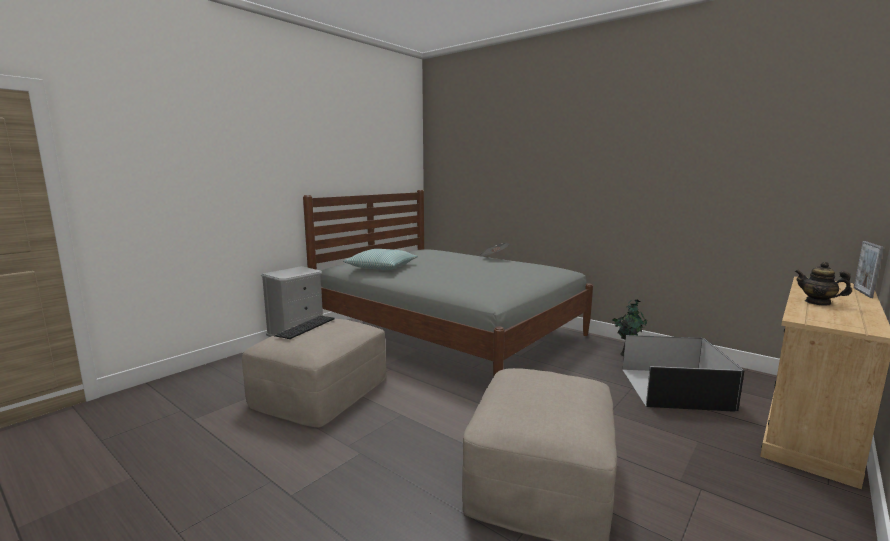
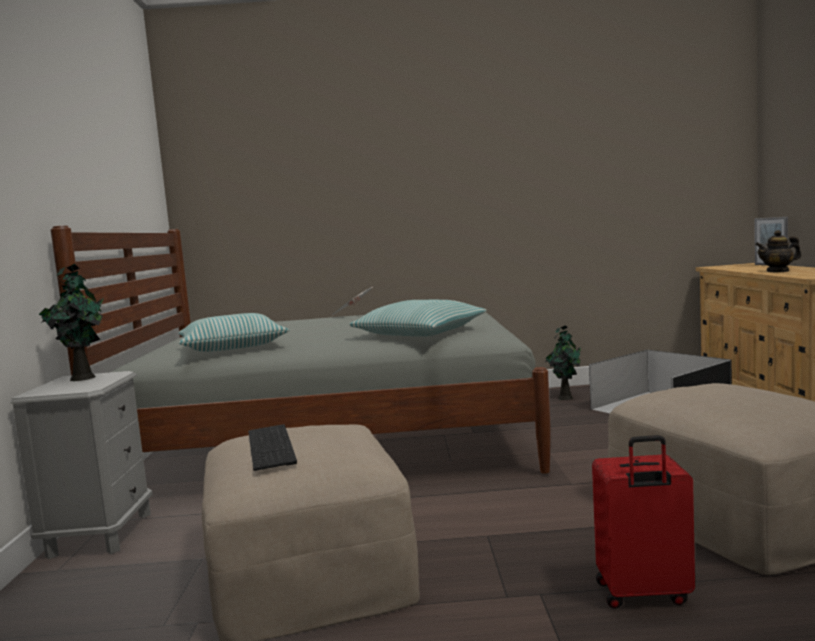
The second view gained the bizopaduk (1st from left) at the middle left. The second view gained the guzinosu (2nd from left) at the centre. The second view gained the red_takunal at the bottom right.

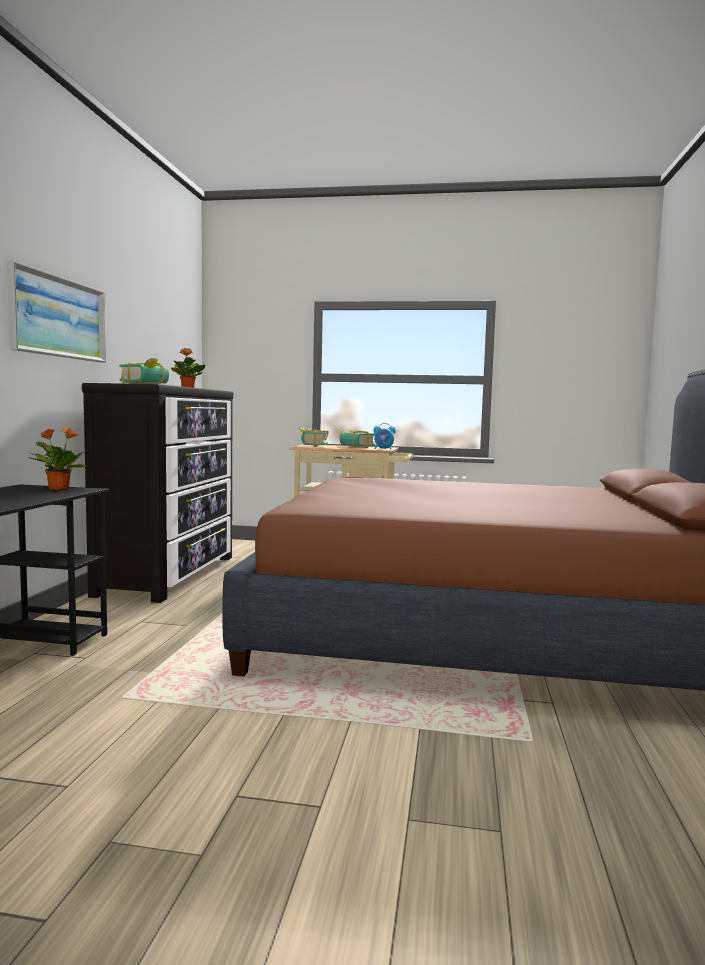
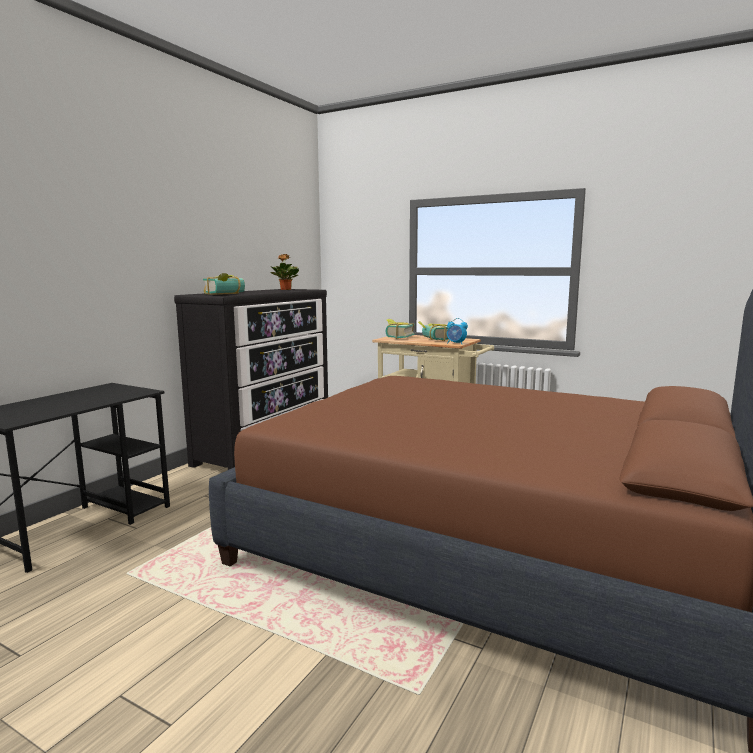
The second view lost the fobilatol at the top left. The second view lost the bizopaduk (1st from left) at the middle left.

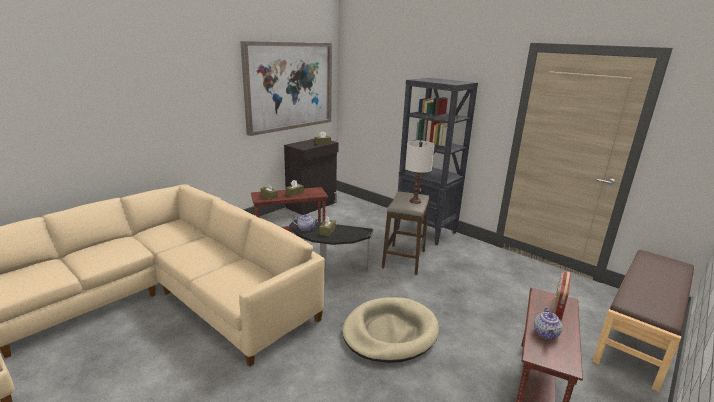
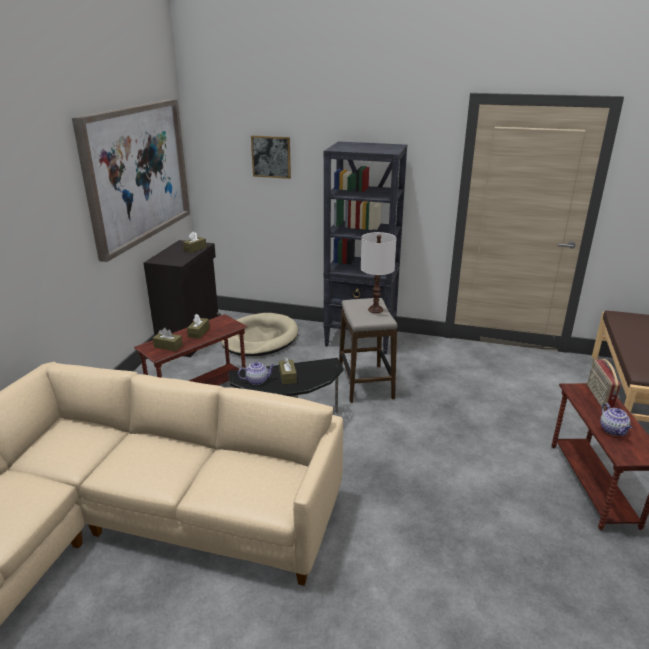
The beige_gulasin ended up elsewhere, having gone from the bottom centre to the centre. The second view gained the fobilatol (2nd from left) at the top centre.

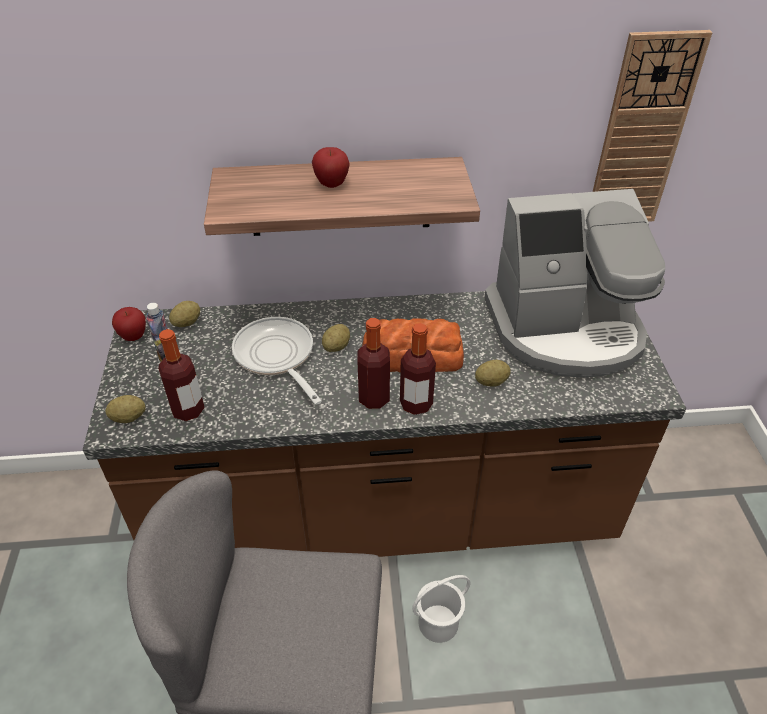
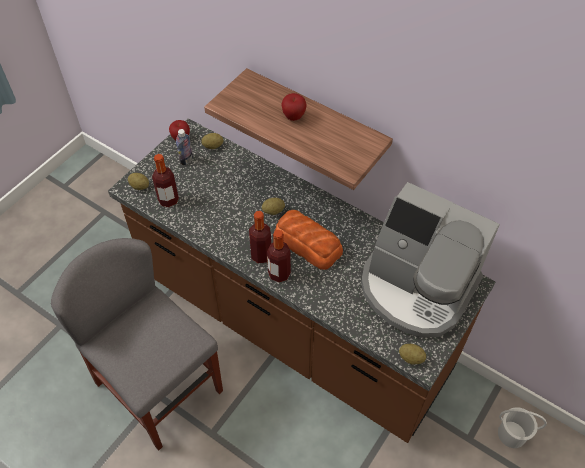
The second view lost the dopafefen at the centre. The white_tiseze ended up elsewhere, having gone from the bottom centre to the bottom right. The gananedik (4th from left) ended up elsewhere, having gone from the centre to the bottom right. The second view lost the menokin at the top right.

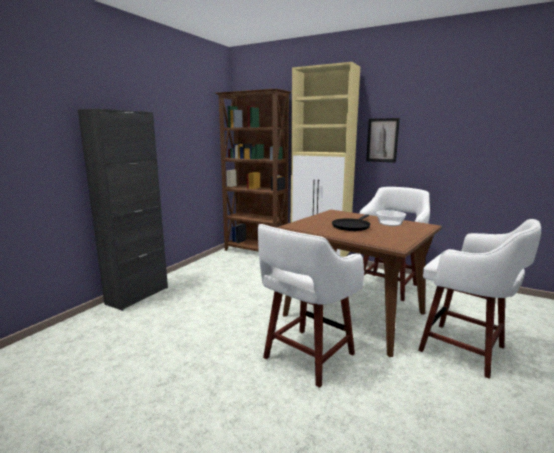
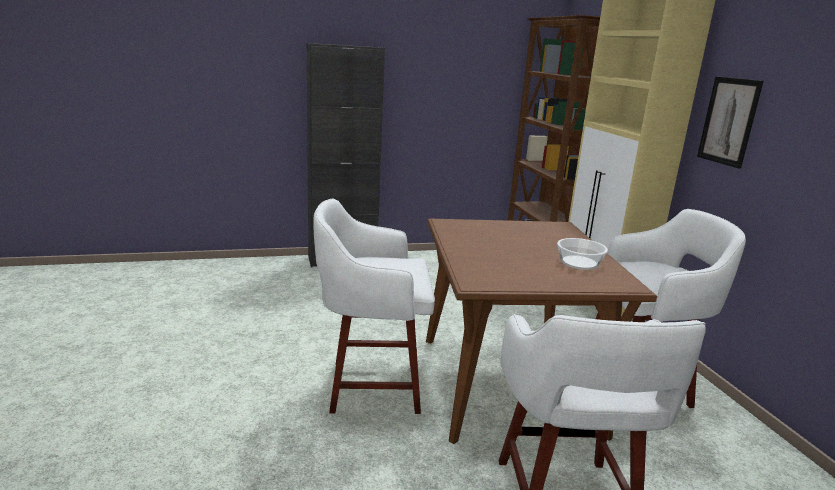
The second view lost the black_dopafefen at the centre.

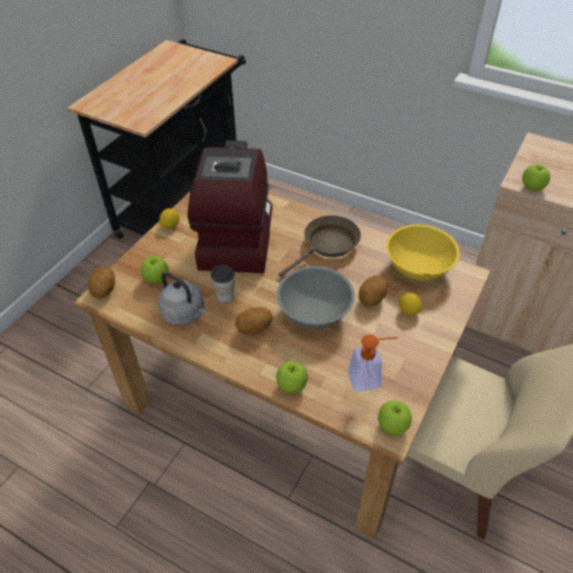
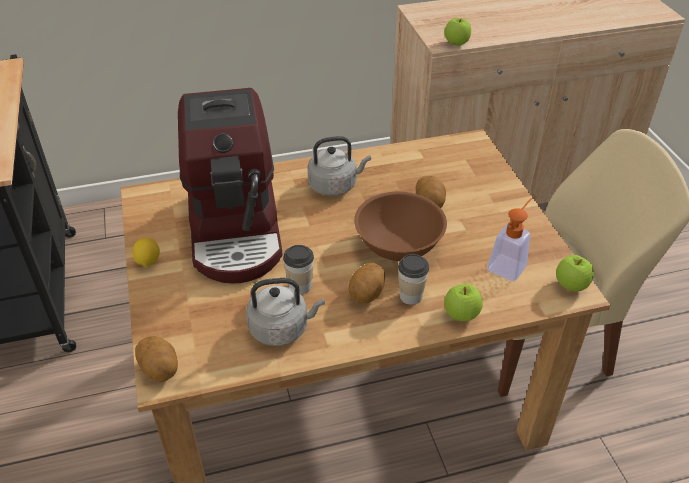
The second view lost the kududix (1st from left) at the middle left. The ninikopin at the centre ended up facing another way, 150 degrees counterclockwise from before. What was the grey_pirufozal at the centre turned into the brown_pirufozal at the centre. Where the brown_dopafefen stood at the centre, the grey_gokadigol (2nd from left) came to stand at the centre. The second view lost the yellow_pirufozal at the middle right. The second view lost the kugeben (2nd from left) at the middle right. The second view gained the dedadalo (2nd from left) at the centre.

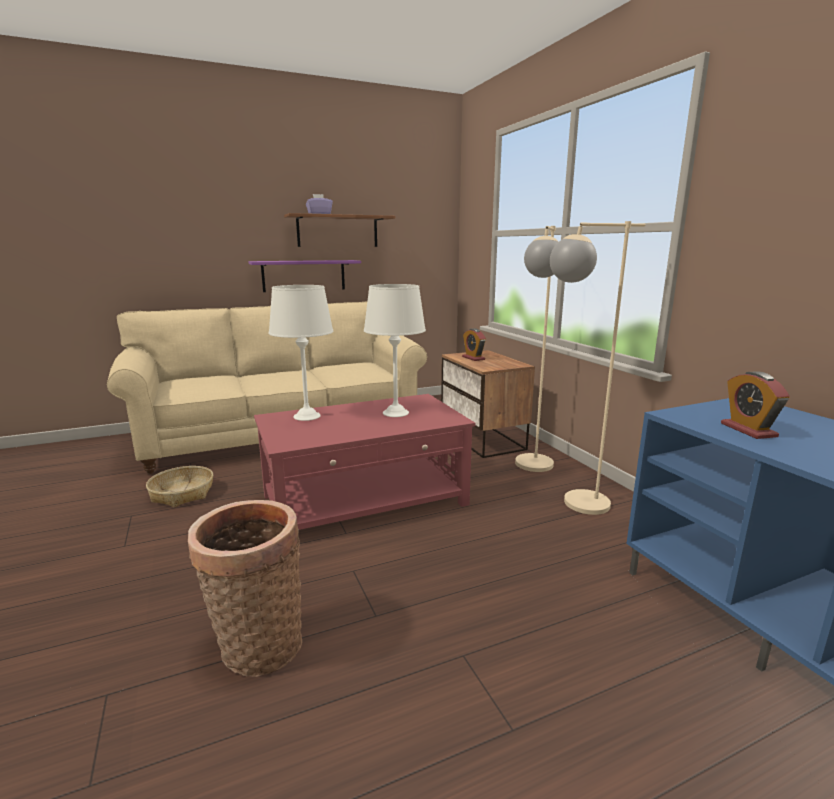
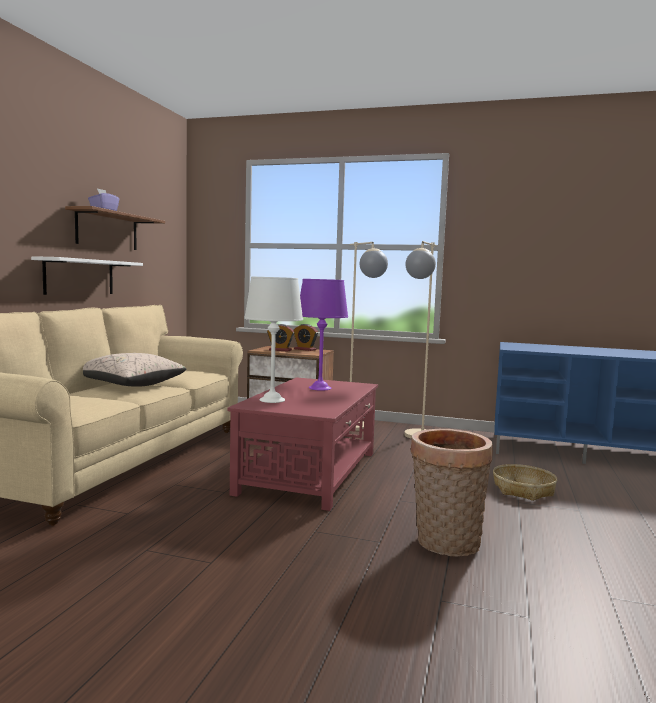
The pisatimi (1st from left in the first image) ended up elsewhere, having gone from the middle left to the bottom right. What was the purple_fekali at the centre turned into the white_fekali at the middle left. What was the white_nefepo (2nd from left) at the centre turned into the purple_nefepo at the centre. The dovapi (2nd from left) ended up elsewhere, having gone from the middle right to the centre. The second view gained the beige_guzinosu at the middle left.

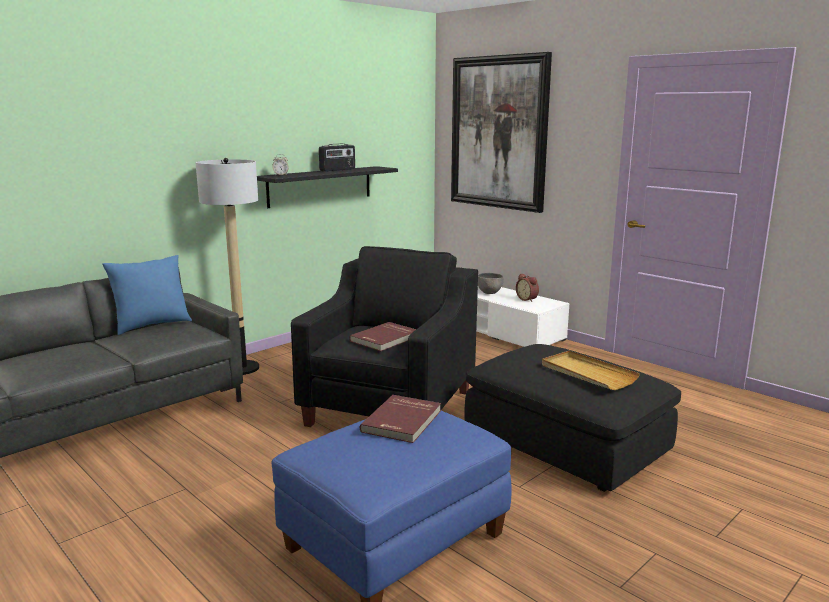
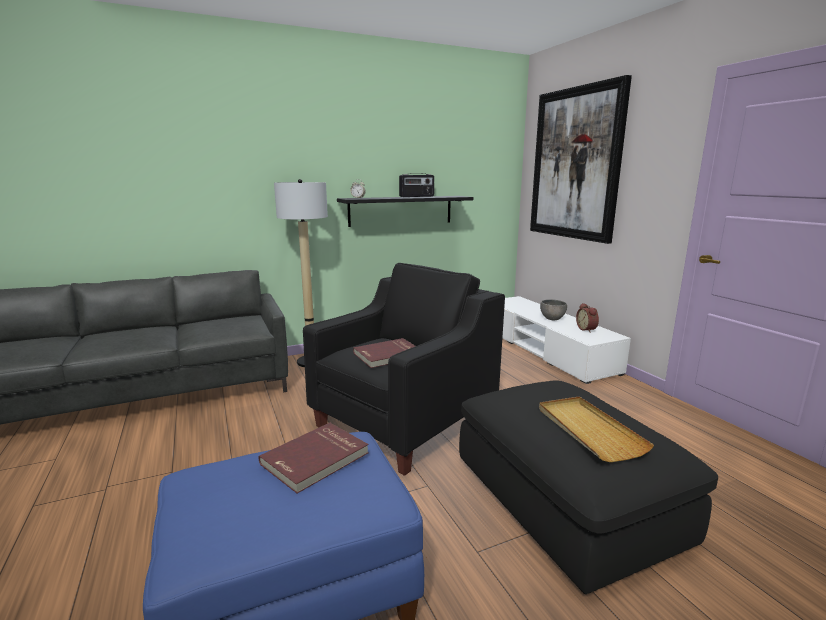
The second view lost the blue_guzinosu at the middle left.

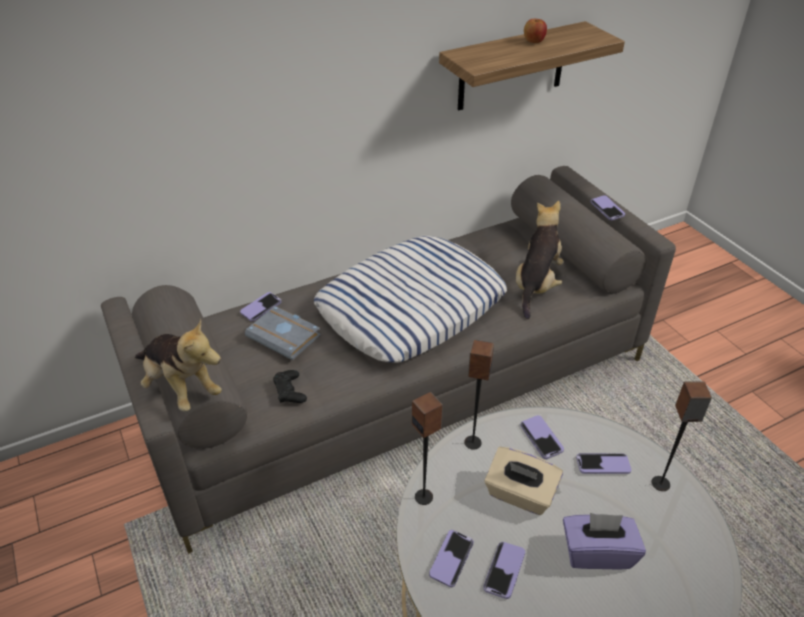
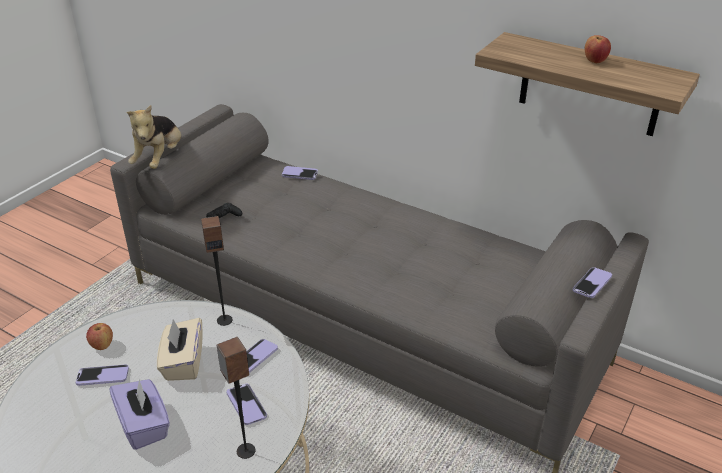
The second view lost the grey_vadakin at the centre. The second view lost the guzinosu at the centre. The second view lost the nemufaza (1st from left) at the bottom centre. Where the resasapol (2nd from left) stood at the bottom centre, the kududix (1st from left) came to stand at the bottom left. The second view lost the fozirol (2nd from left) at the middle right.

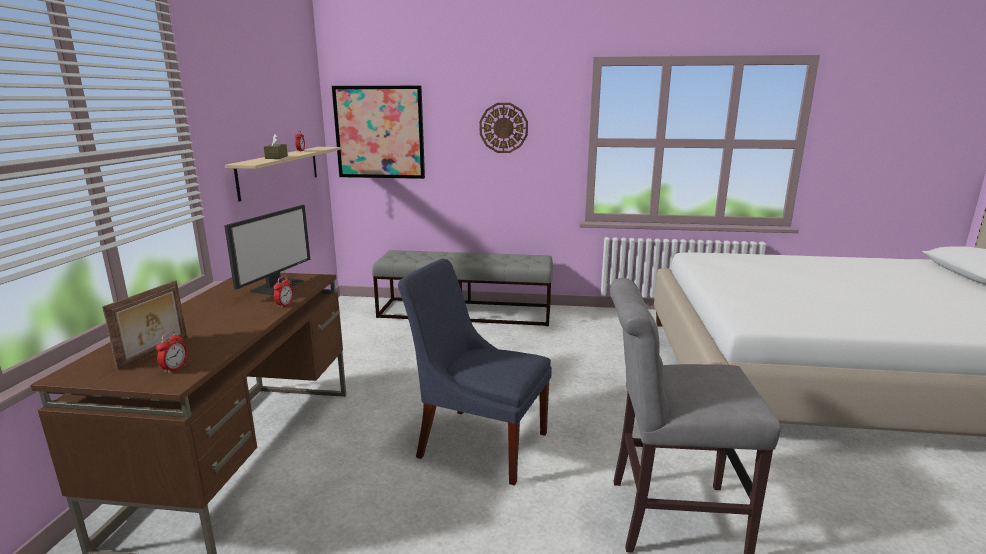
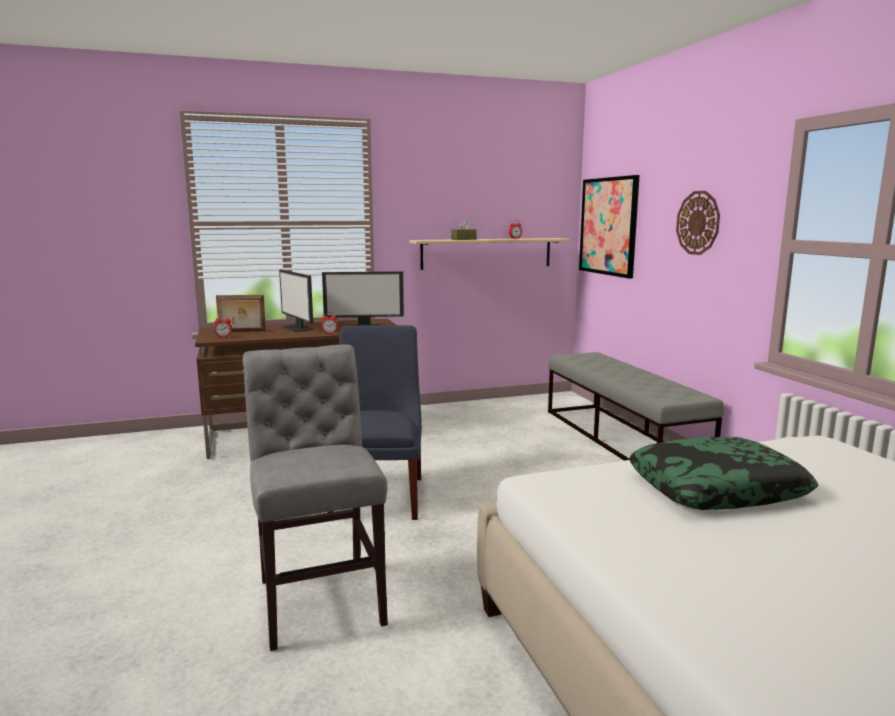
The second view gained the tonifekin (1st from left) at the middle left. The second view gained the guzinosu at the middle right.

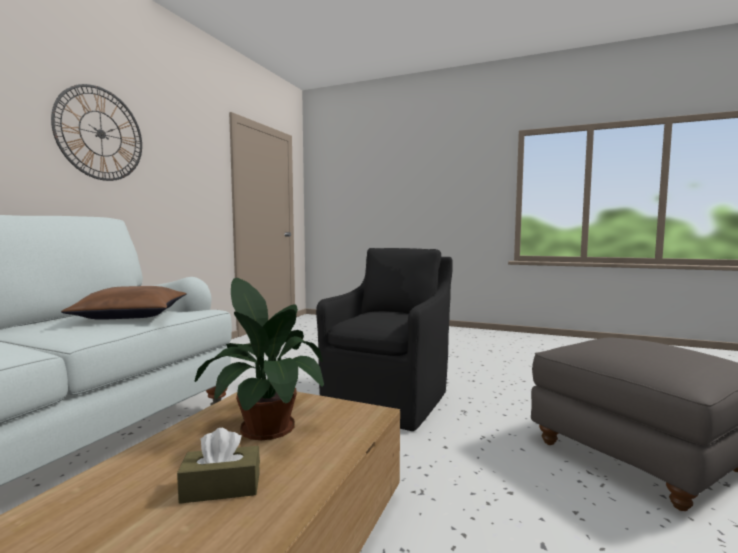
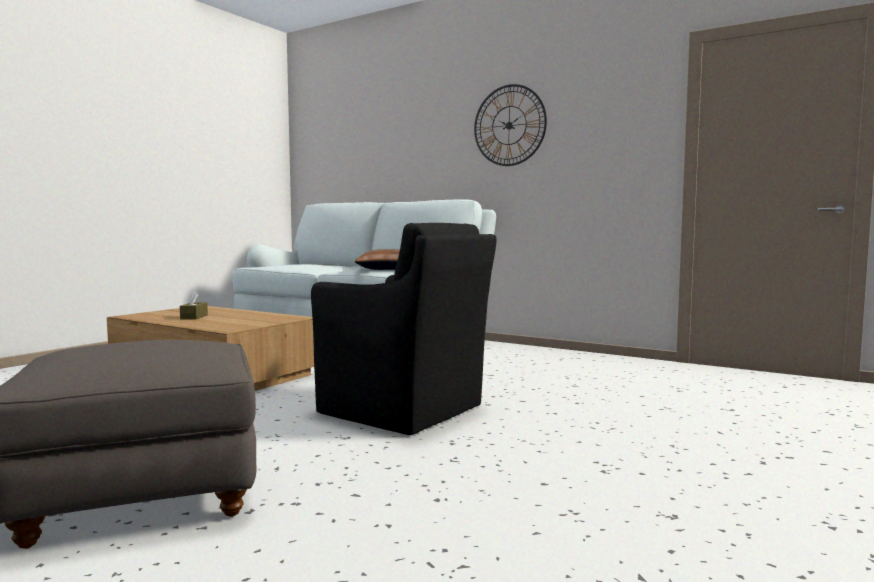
The second view lost the bizopaduk at the centre.

